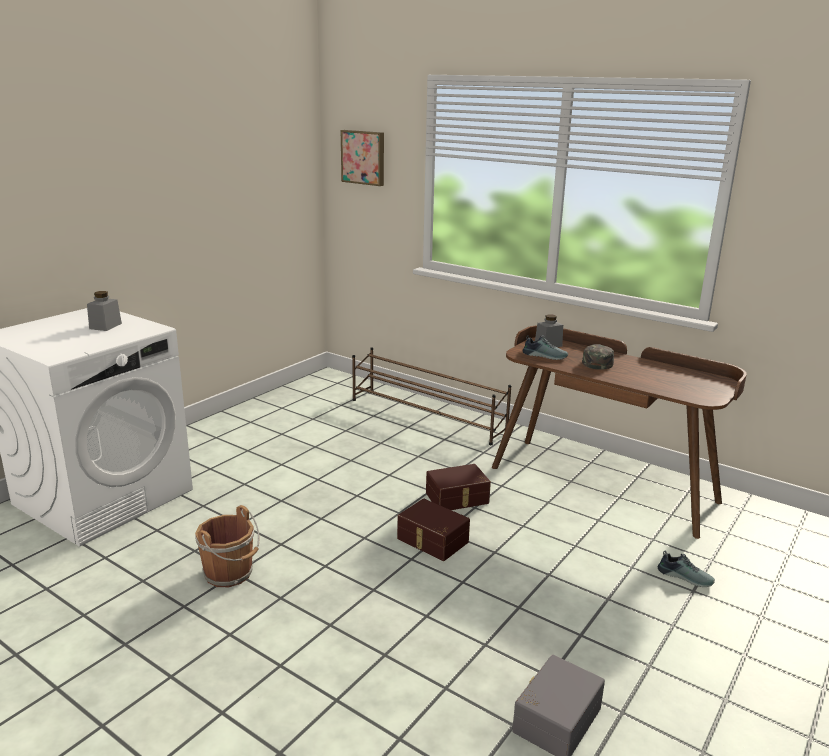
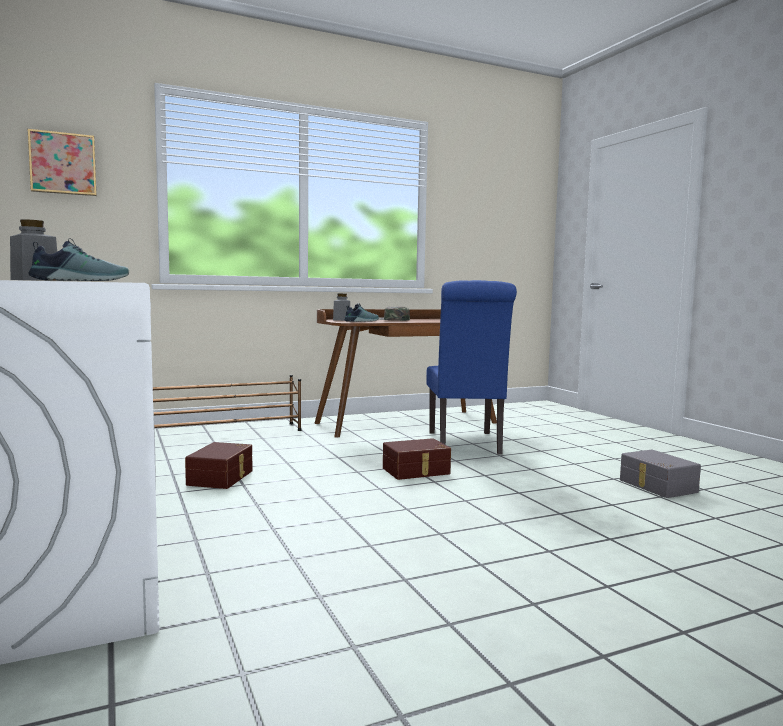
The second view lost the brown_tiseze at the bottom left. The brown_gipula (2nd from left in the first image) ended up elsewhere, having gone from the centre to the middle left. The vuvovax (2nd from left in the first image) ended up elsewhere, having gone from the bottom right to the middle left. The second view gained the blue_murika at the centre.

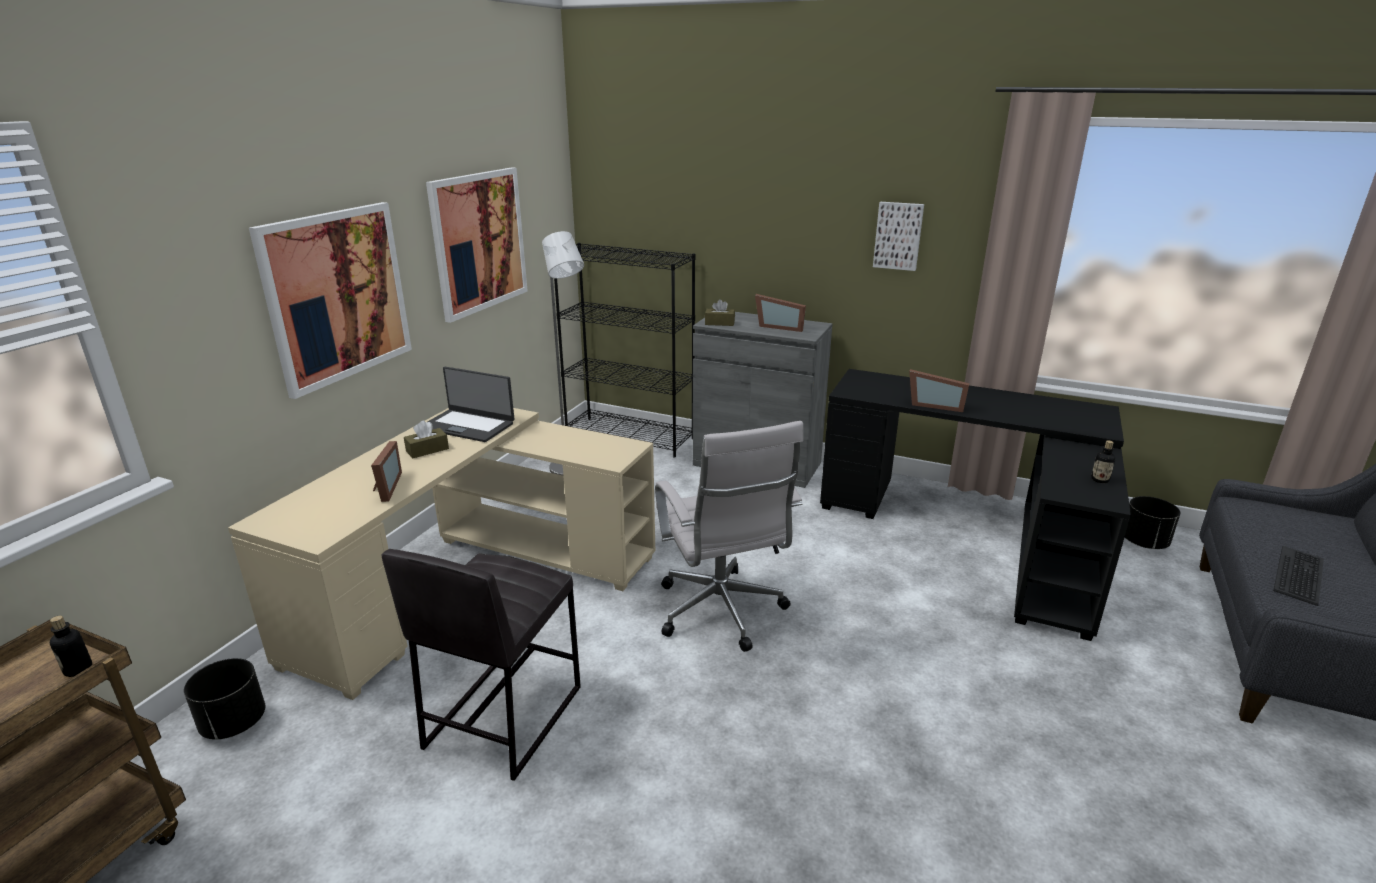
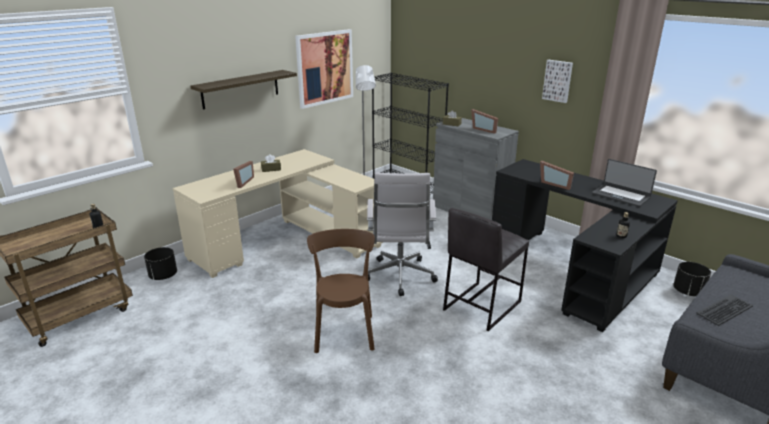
Where the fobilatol (1st from left) hung at the middle left, the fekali came to hang at the top left. The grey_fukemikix ended up elsewhere, having gone from the bottom centre to the centre. The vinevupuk ended up elsewhere, having gone from the centre to the middle right. The second view gained the brown_murika at the bottom centre.

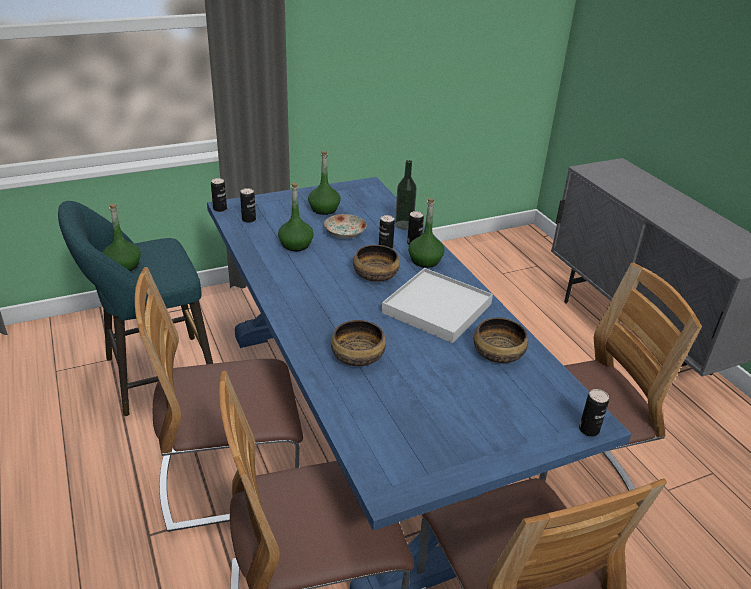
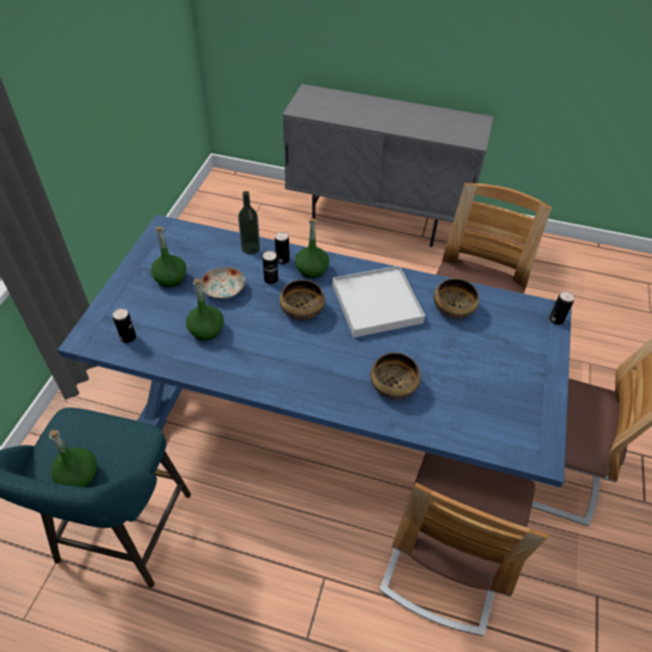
The second view lost the murika (1st from left) at the bottom left. The second view lost the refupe (1st from left) at the top left.

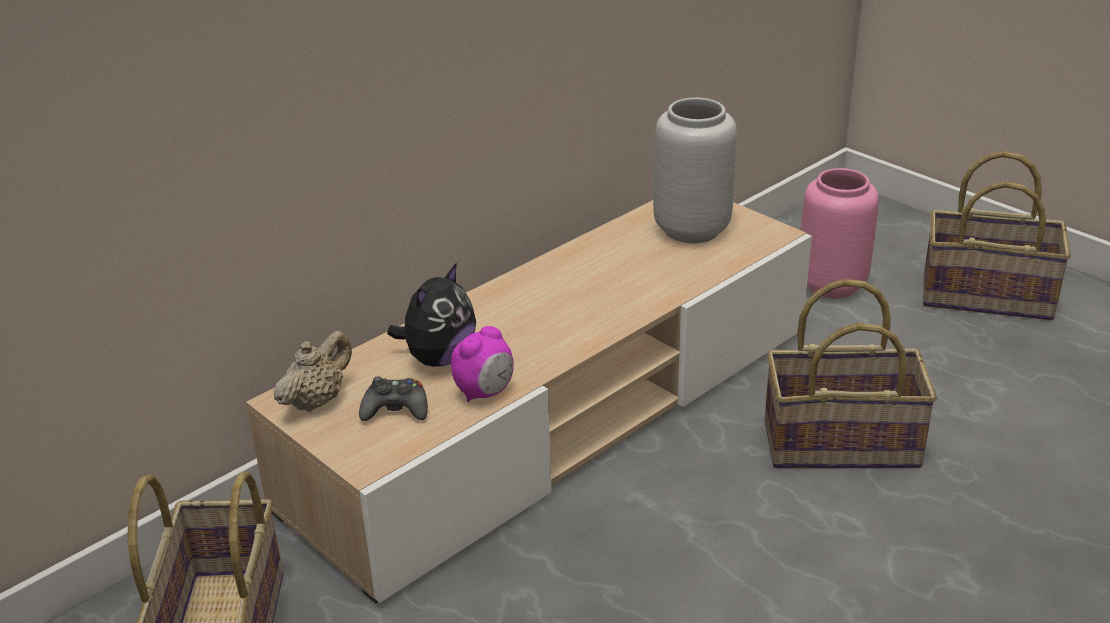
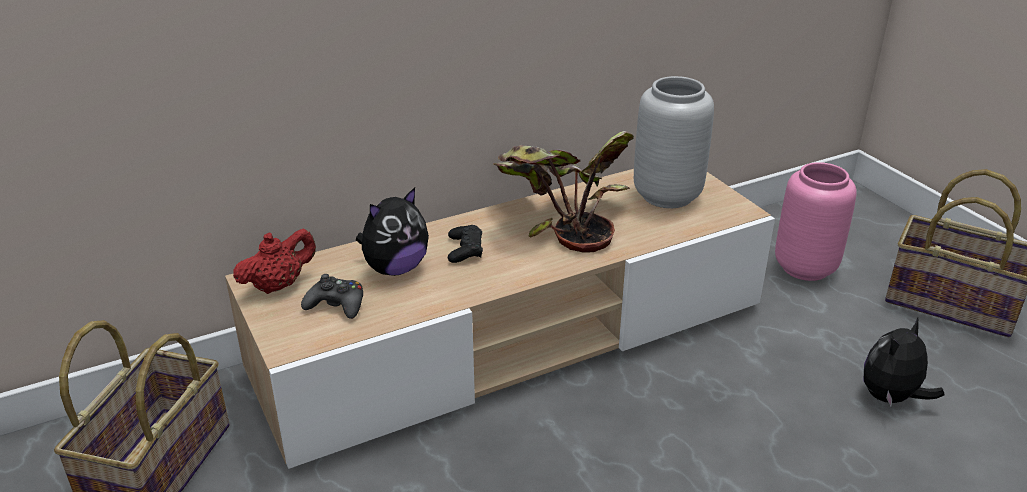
What was the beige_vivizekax at the middle left turned into the red_vivizekax at the middle left. The second view lost the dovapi at the centre. The second view lost the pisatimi (2nd from left) at the middle right. The second view gained the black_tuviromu (2nd from left) at the centre. The second view gained the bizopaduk at the centre. The second view gained the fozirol (2nd from left) at the bottom right.

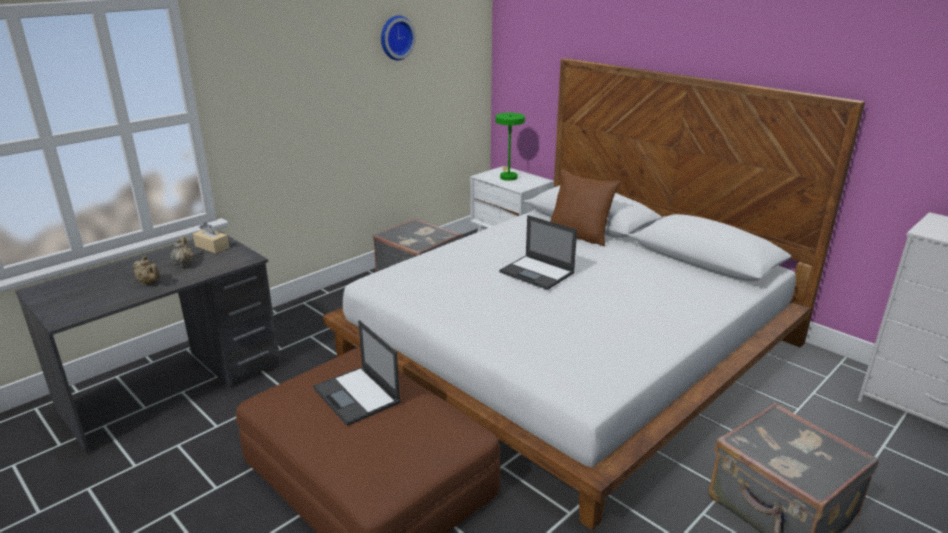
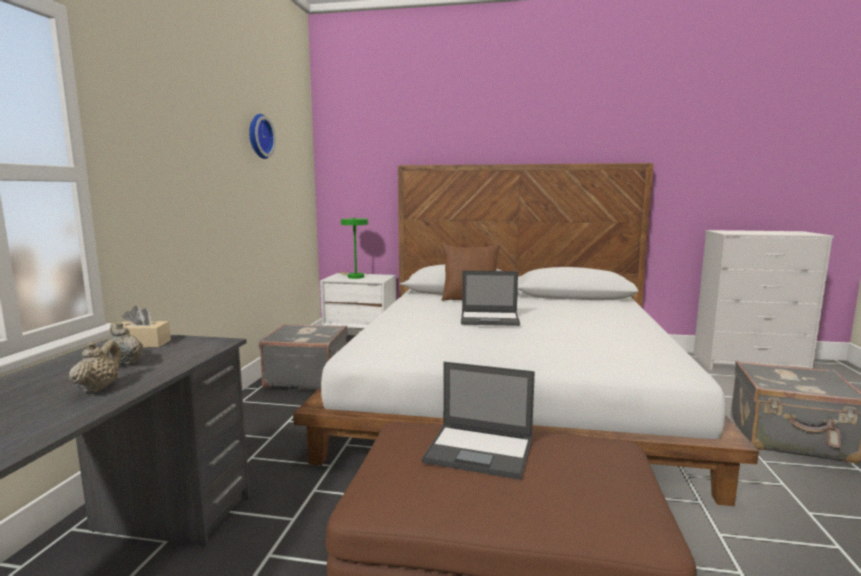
The beige_vivizekax (1st from left) at the middle left ended up facing another way, 90 degrees counterclockwise from before.

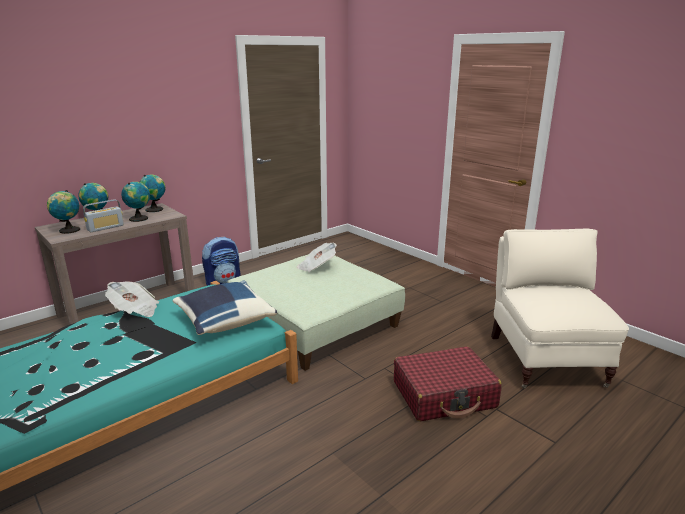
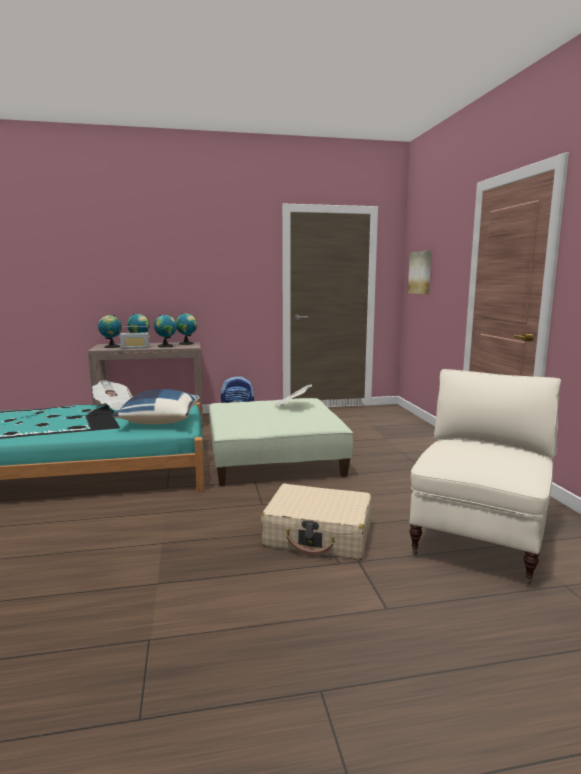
What was the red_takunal at the bottom centre turned into the beige_takunal at the bottom centre. The second view gained the fobilatol at the middle right.

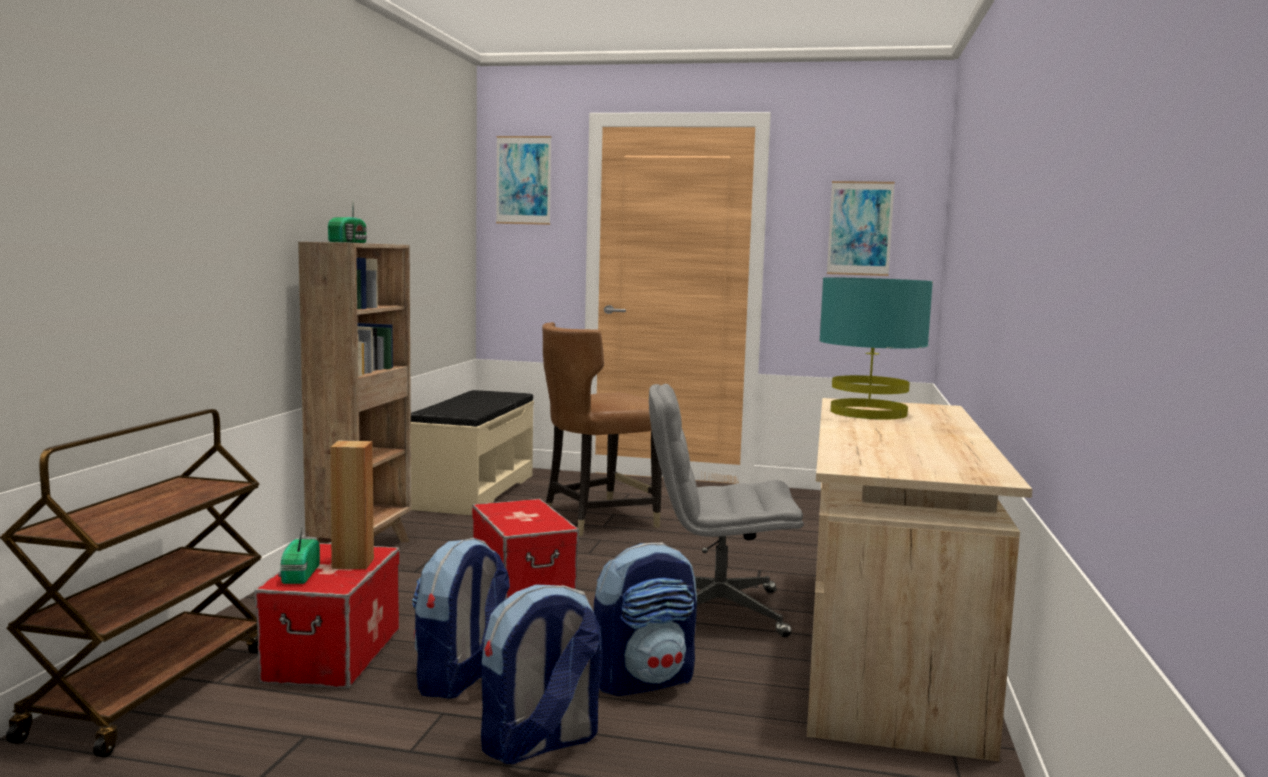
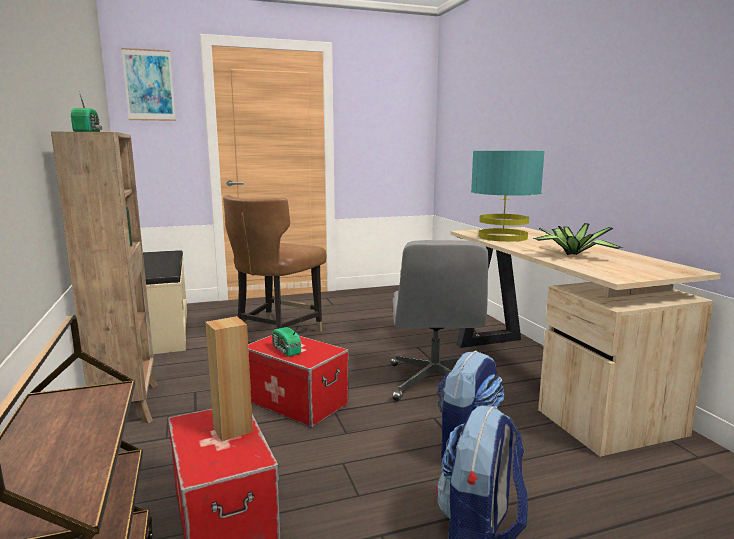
The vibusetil (1st from left in the first image) ended up elsewhere, having gone from the bottom left to the centre. The second view lost the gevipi (1st from left) at the bottom centre. The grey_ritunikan at the centre ended up facing another way, 60 degrees counterclockwise from before. The second view lost the fobilatol (2nd from left) at the top right. The second view gained the bizopaduk at the middle right.

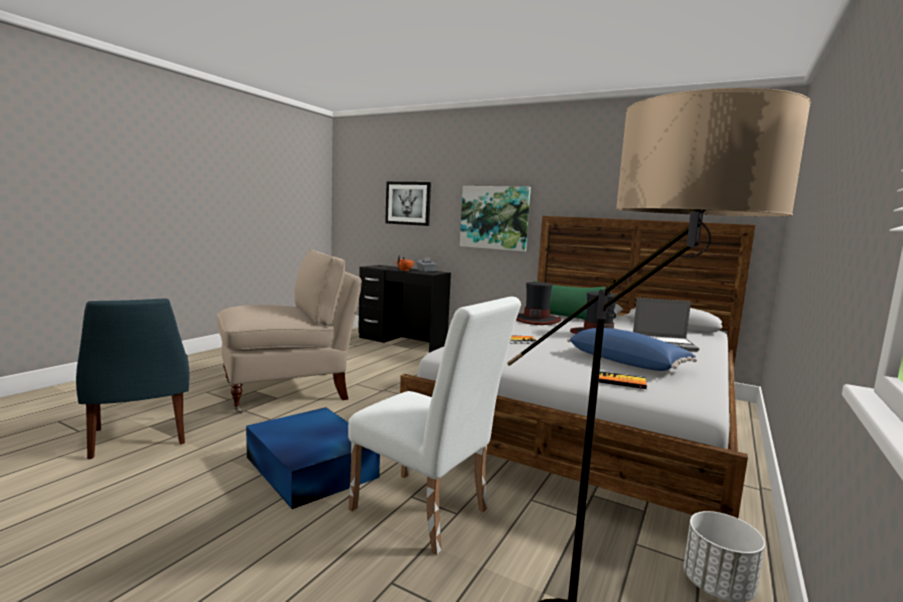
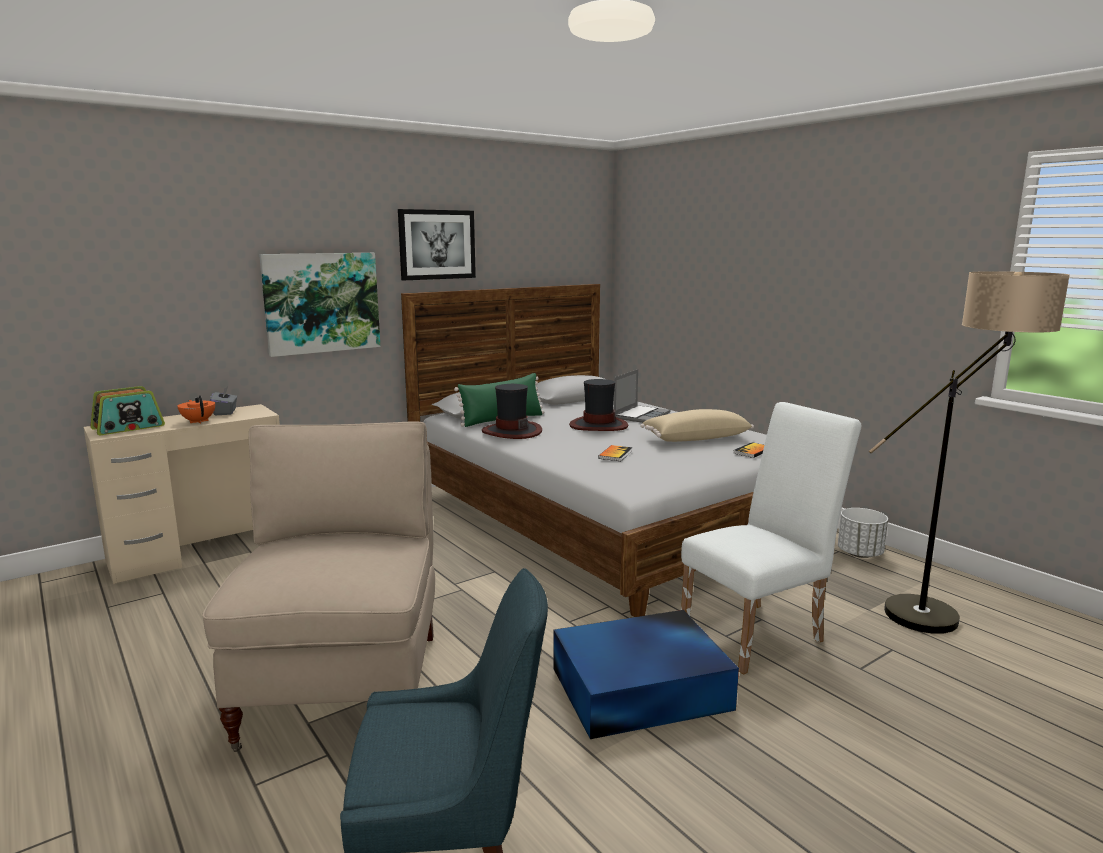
What was the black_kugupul at the centre turned into the beige_kugupul at the middle left. The fobilatol (1st from left in the first image) ended up elsewhere, having gone from the centre to the top centre. What was the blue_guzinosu at the middle right turned into the beige_guzinosu at the centre. The second view gained the vibusetil at the middle left.

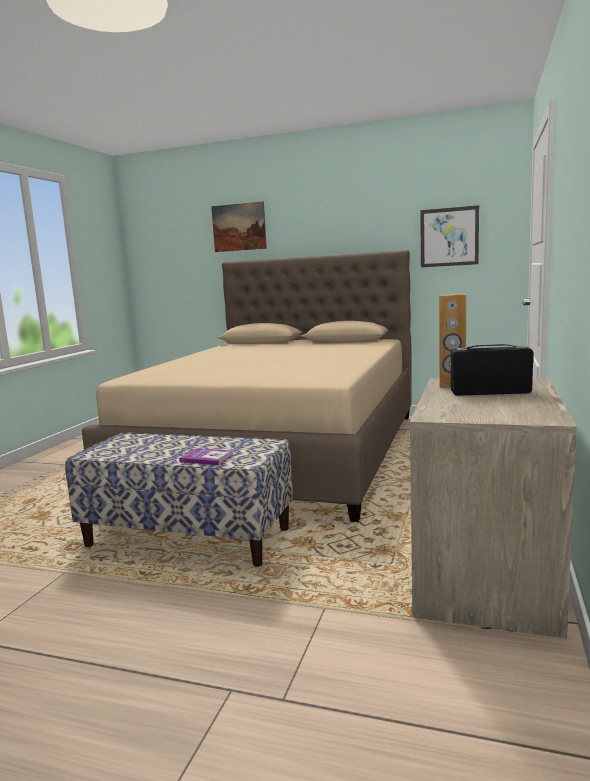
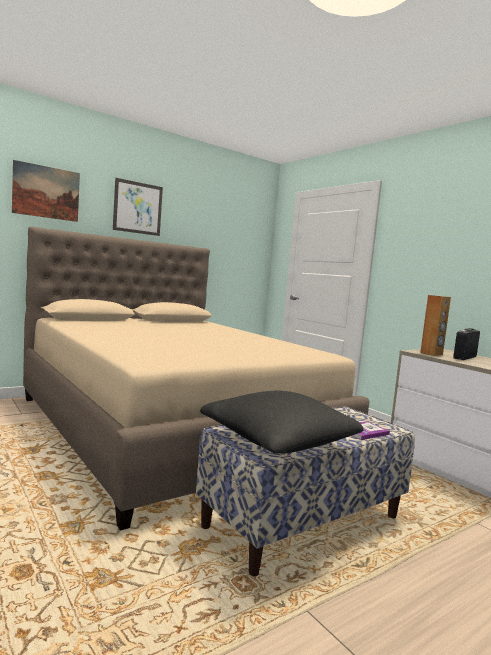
The fobilatol (2nd from left) ended up elsewhere, having gone from the top right to the top left. The second view gained the black_guzinosu at the centre.

